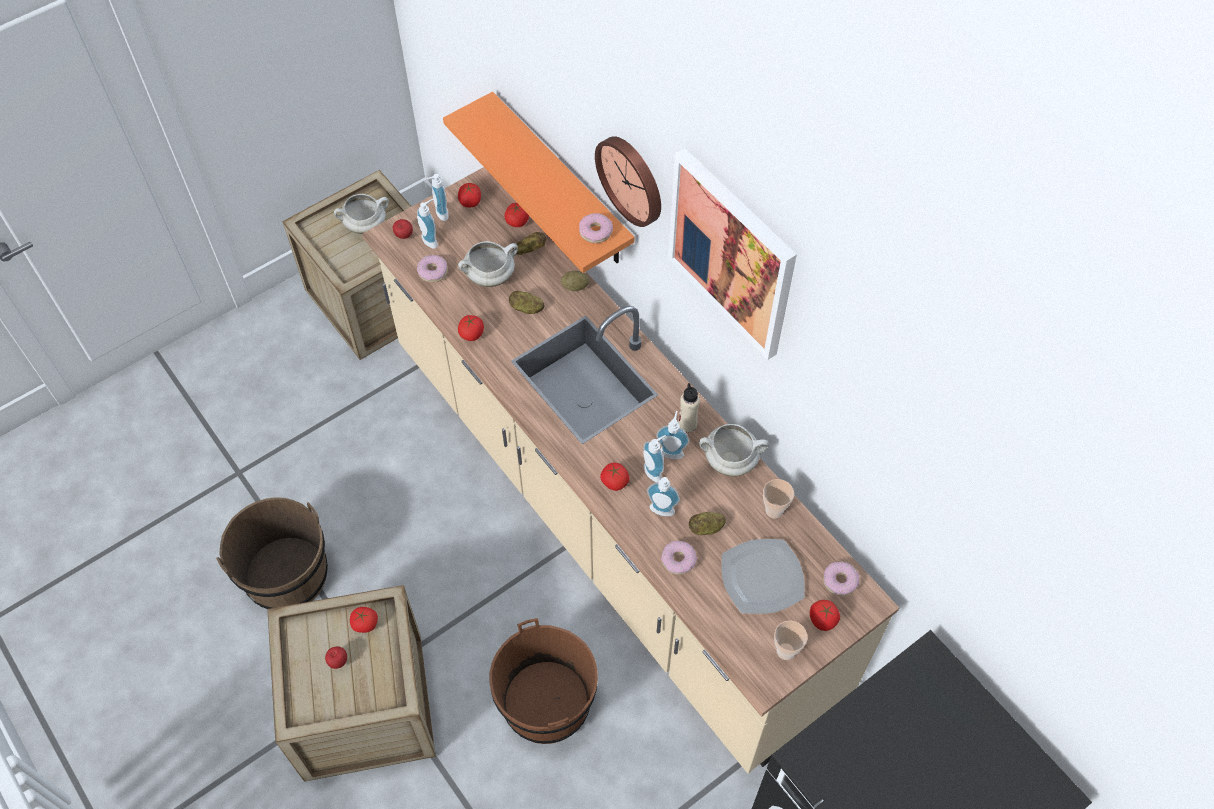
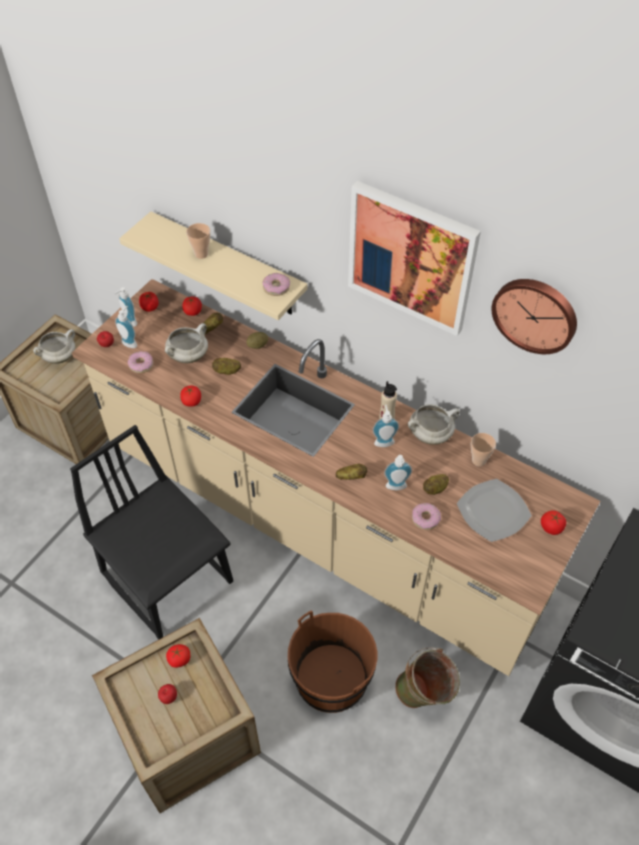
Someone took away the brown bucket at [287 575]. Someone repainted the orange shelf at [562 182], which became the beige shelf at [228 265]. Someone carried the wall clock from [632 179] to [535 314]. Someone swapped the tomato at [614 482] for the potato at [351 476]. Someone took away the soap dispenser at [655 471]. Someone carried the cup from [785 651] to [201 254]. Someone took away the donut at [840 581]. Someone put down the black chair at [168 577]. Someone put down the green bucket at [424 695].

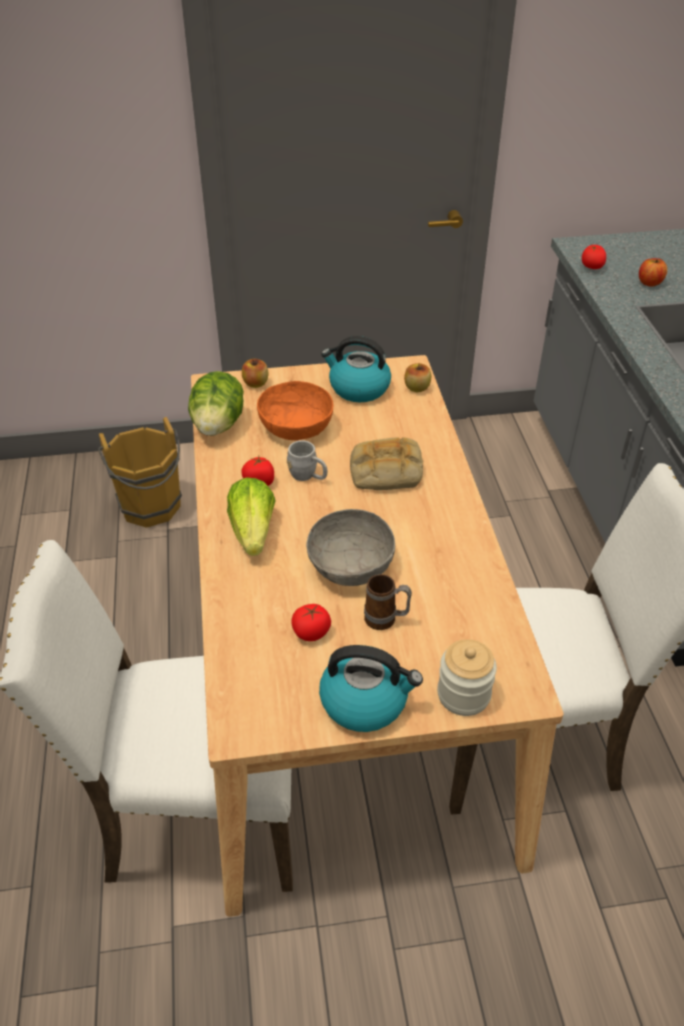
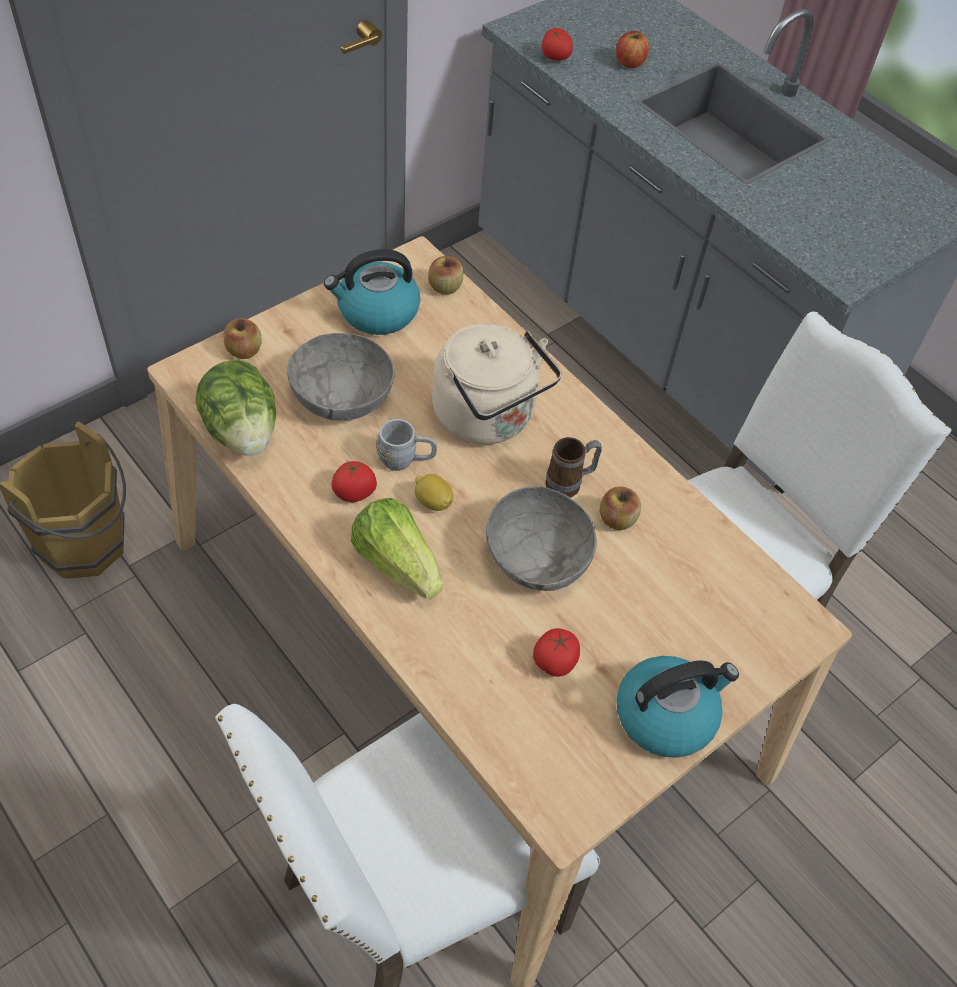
Someone repainted the orange bowl at [295 427], which became the grey bowl at [341 397]. Someone swapped the bread at [385 471] for the beige kettle at [488 418]. Someone carried the mug from [386 620] to [570 484]. Someone took away the jar at [463 694]. Someone put down the lemon at [433 502]. Someone put down the apple at [617 519].

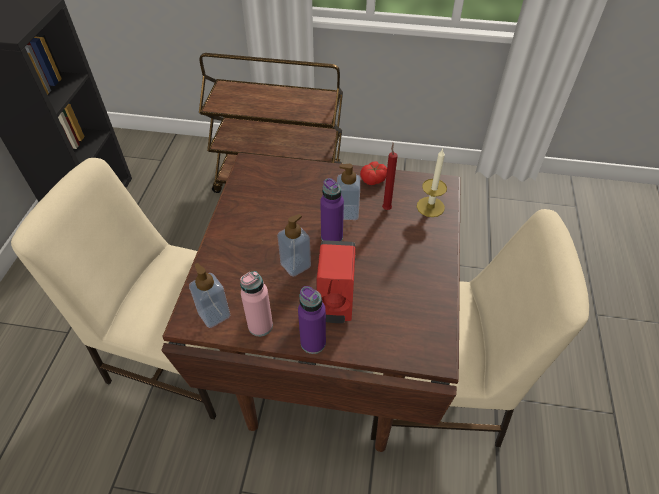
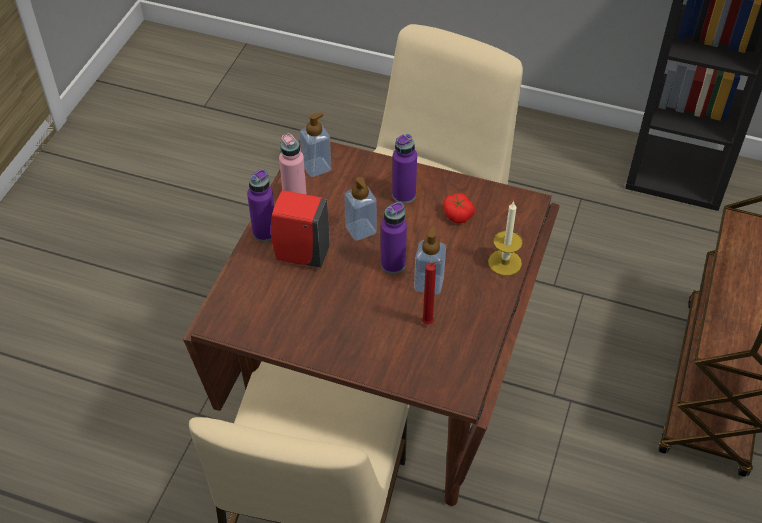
Someone carried the tomato from [373 179] to [457 214]. Someone carried the candle from [430 207] to [504 262]. Someone put down the purple bottle at [404 195].

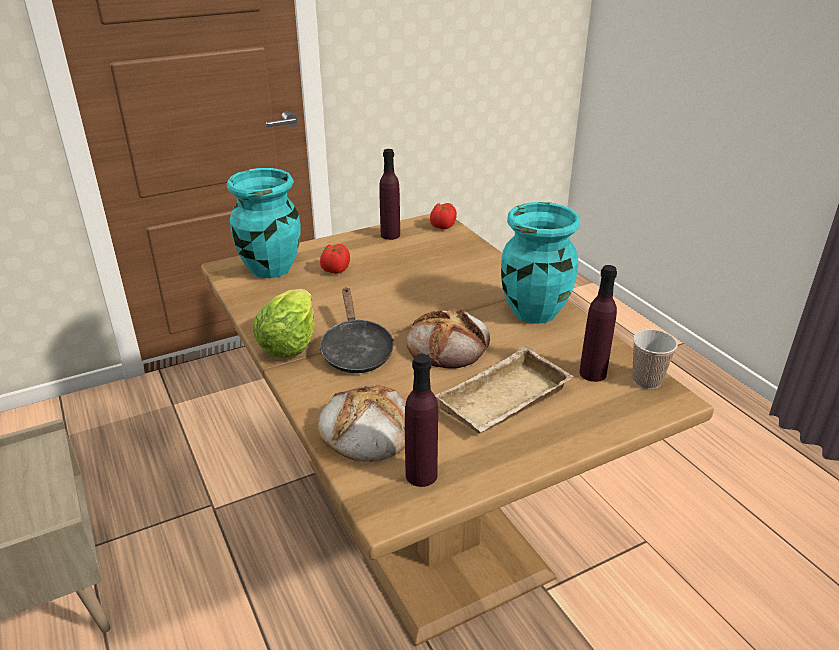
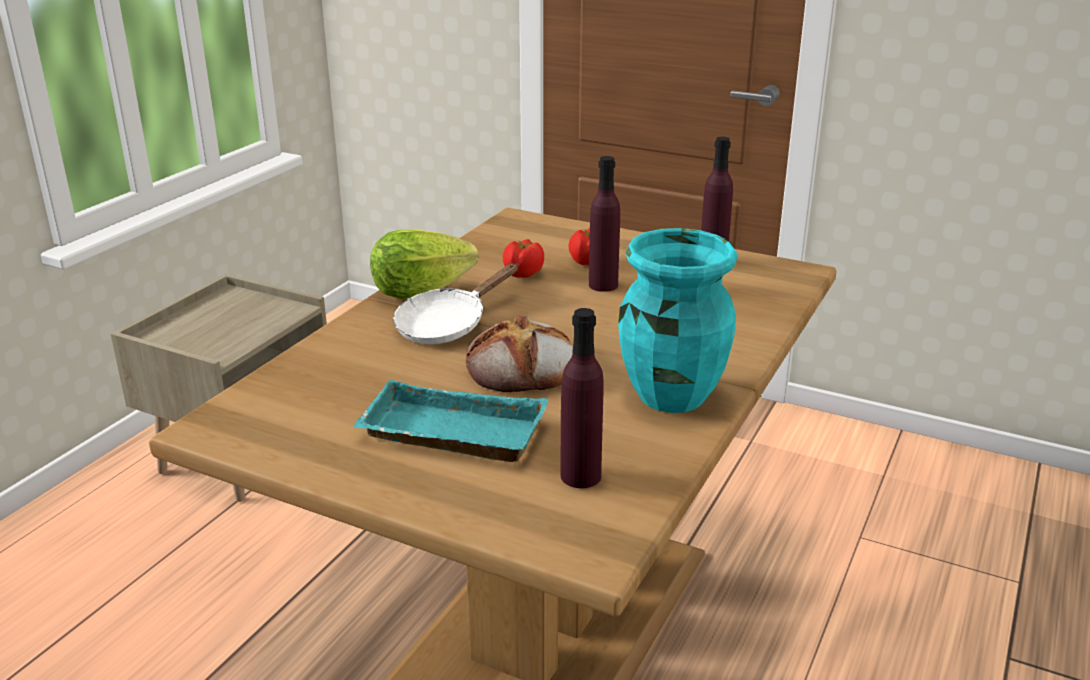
Someone took away the turquoise vase at [270 269]. Someone took away the bread at [367 429]. Someone repainted the black frying pan at [356 351], which became the white frying pan at [447 325]. Someone carried the purple bottle from [421 475] to [603 285]. Someone carried the tomato from [442 226] to [523 274]. Someone repainted the beige tray at [505 402], which became the turquoise tray at [449 435]. Someone took away the cup at [646 381].

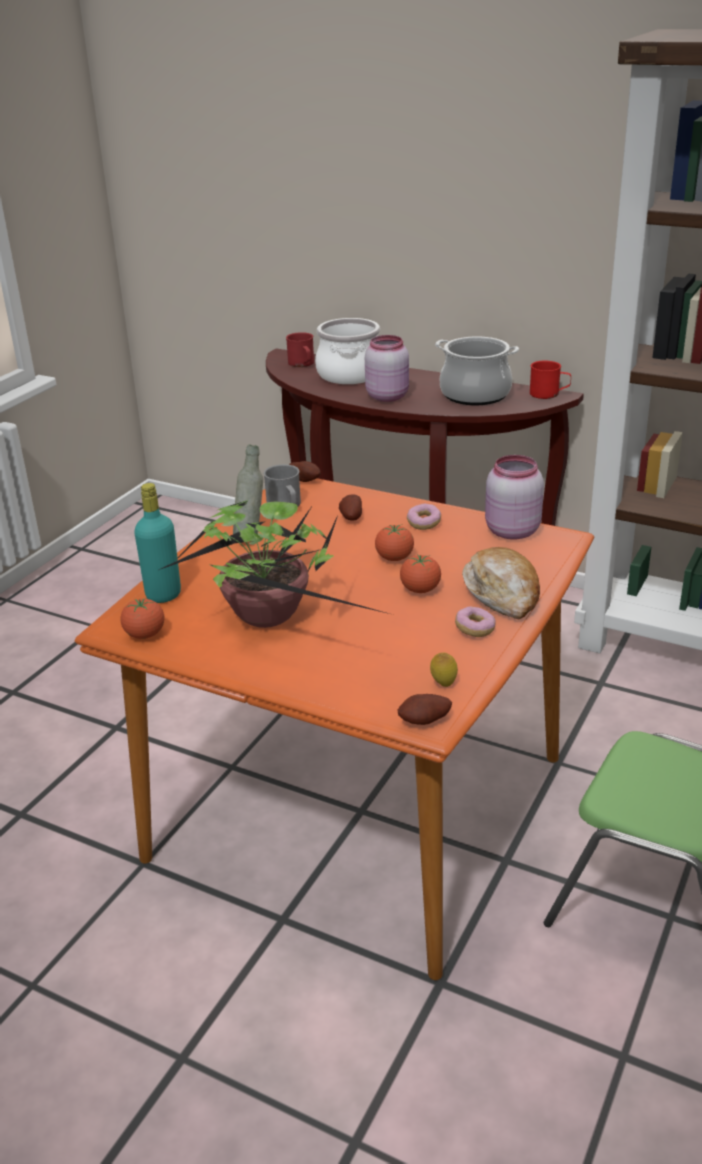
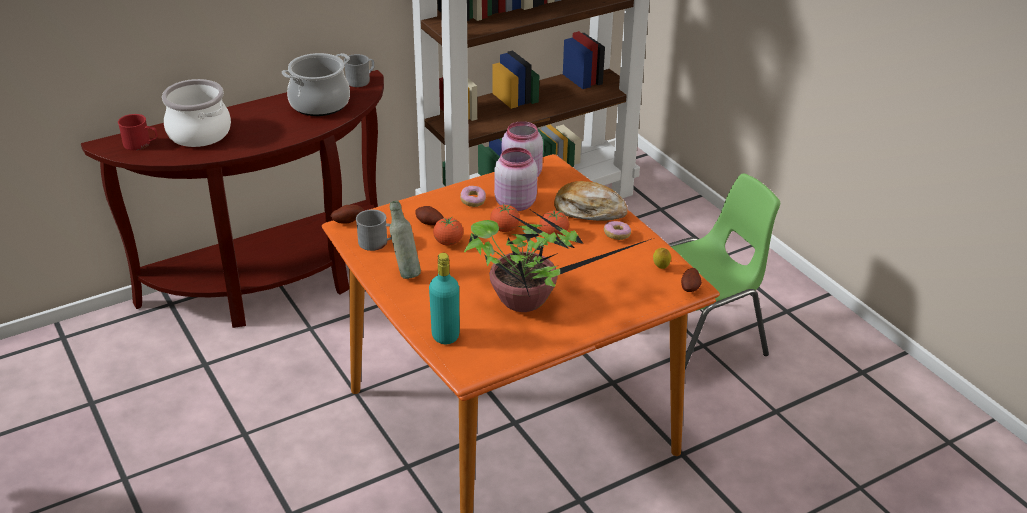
Someone carried the tomato from [145 635] to [448 242]. Someone carried the pink jar from [387 396] to [514 203]. Someone repainted the red mug at [549 394], which became the grey mug at [361 80].

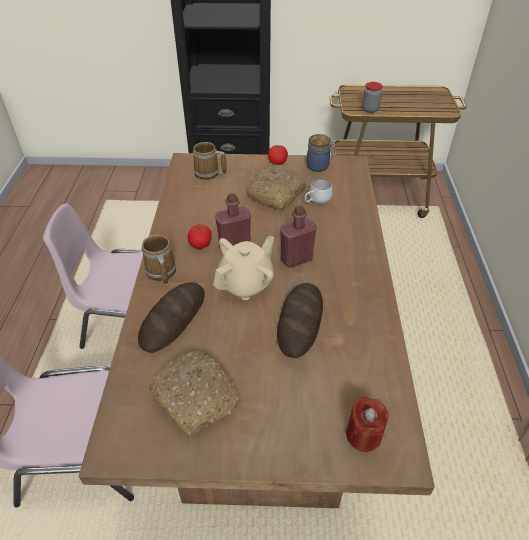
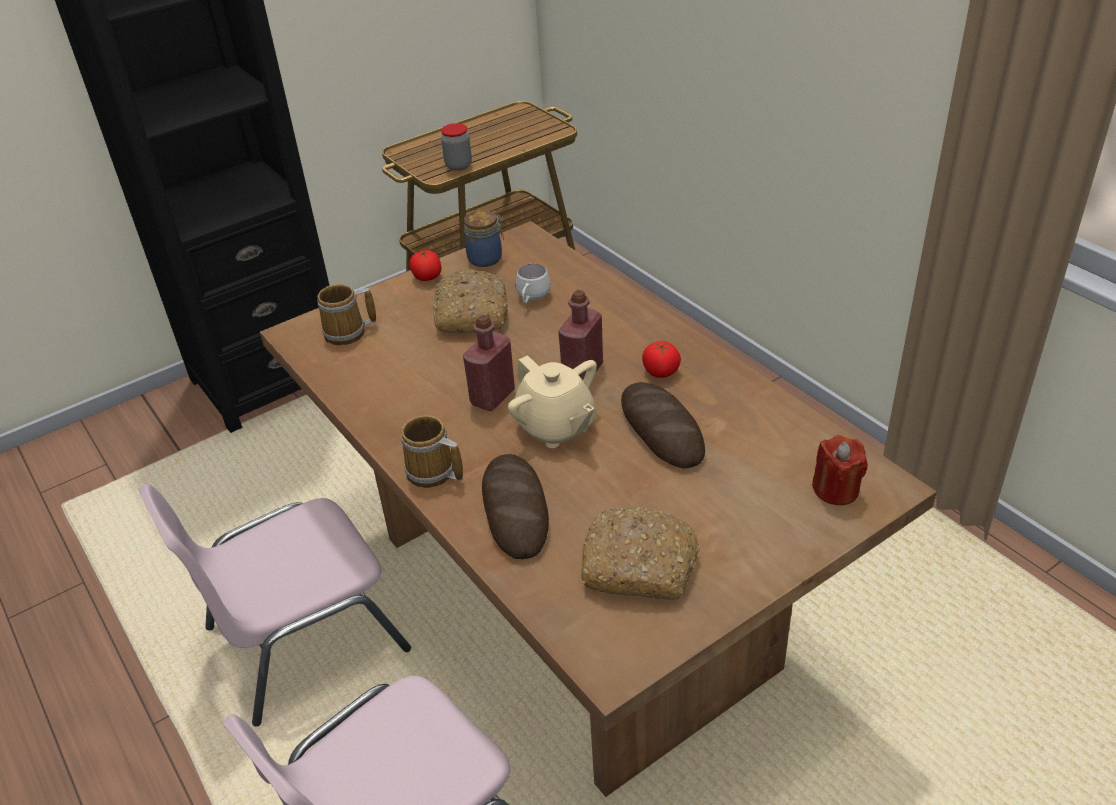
Someone carried the tomato from [200 244] to [661 372]. Someone rotated the beige teapot at [246 284] by 135 degrees clockwise.

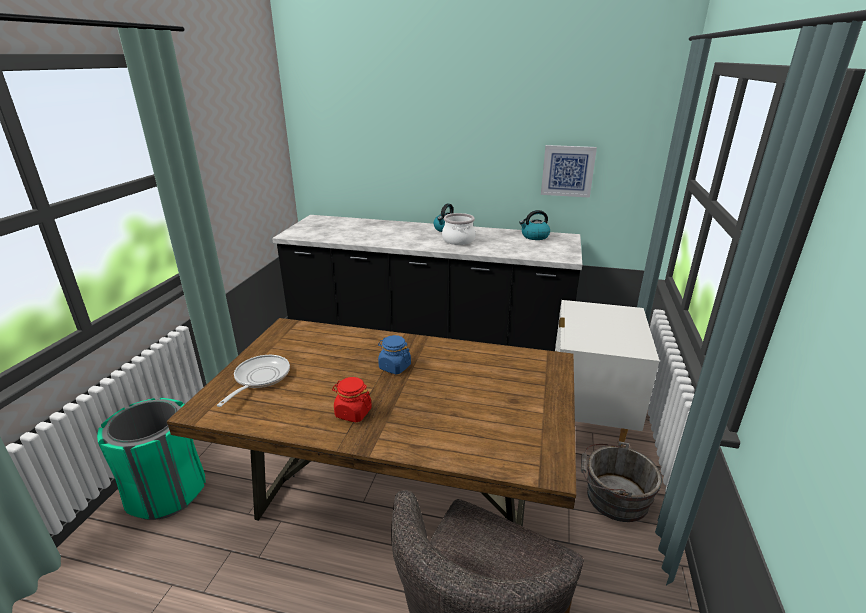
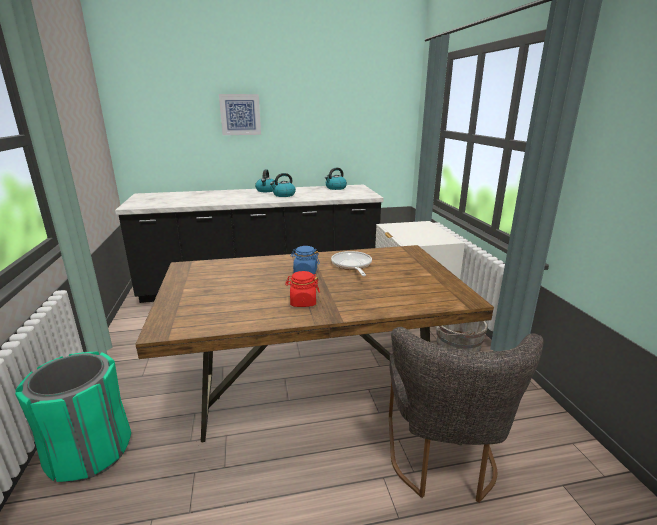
Someone carried the frying pan from [259 378] to [352 265]. Someone swapped the cooking pot at [459 240] for the kettle at [283 195]. Someone carried the picture from [567 171] to [240 114].

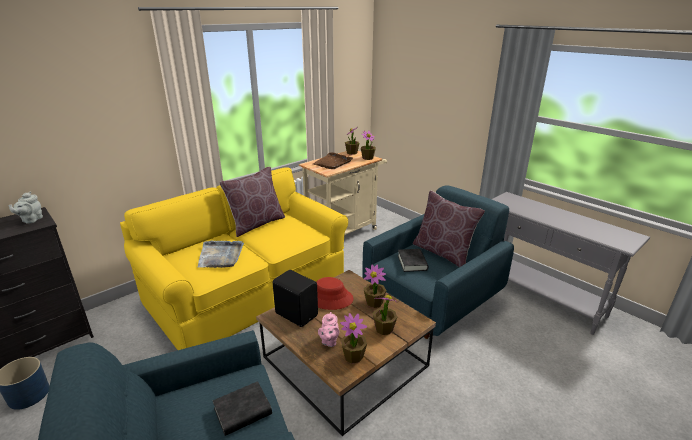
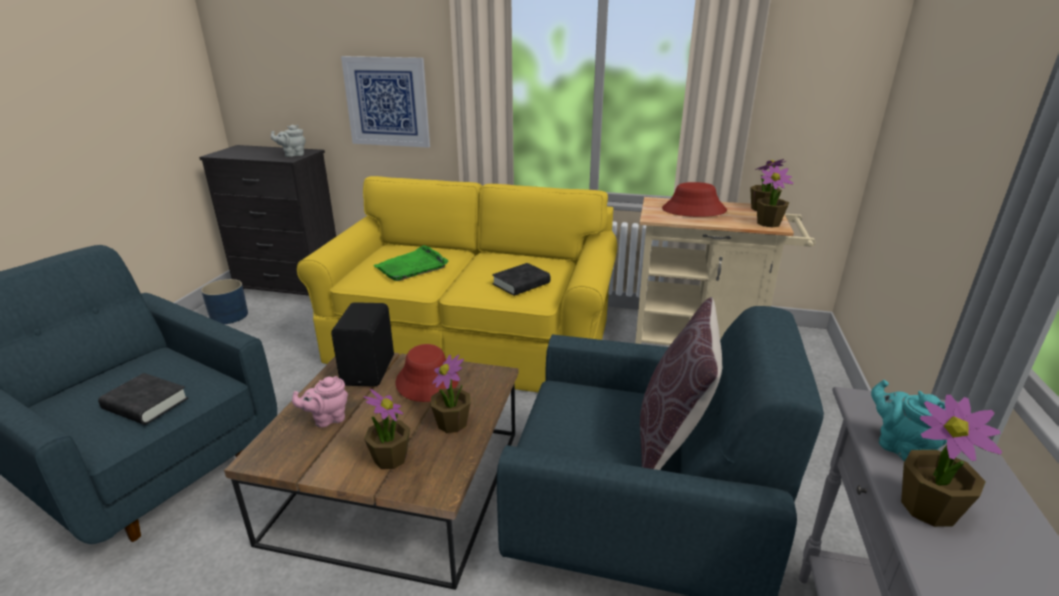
Someone repainted the grey tray at [220 256], which became the green tray at [412 266]. Someone took away the brown pillow at [256 224]. Someone swapped the brown tray at [332 162] for the red hat at [693 210]. Someone carried the potted plant from [353 356] to [929 508]. Someone carried the black book from [412 263] to [521 284]. Someone put up the picture at [387 102]. Someone put down the turquoise teapot at [900 447].

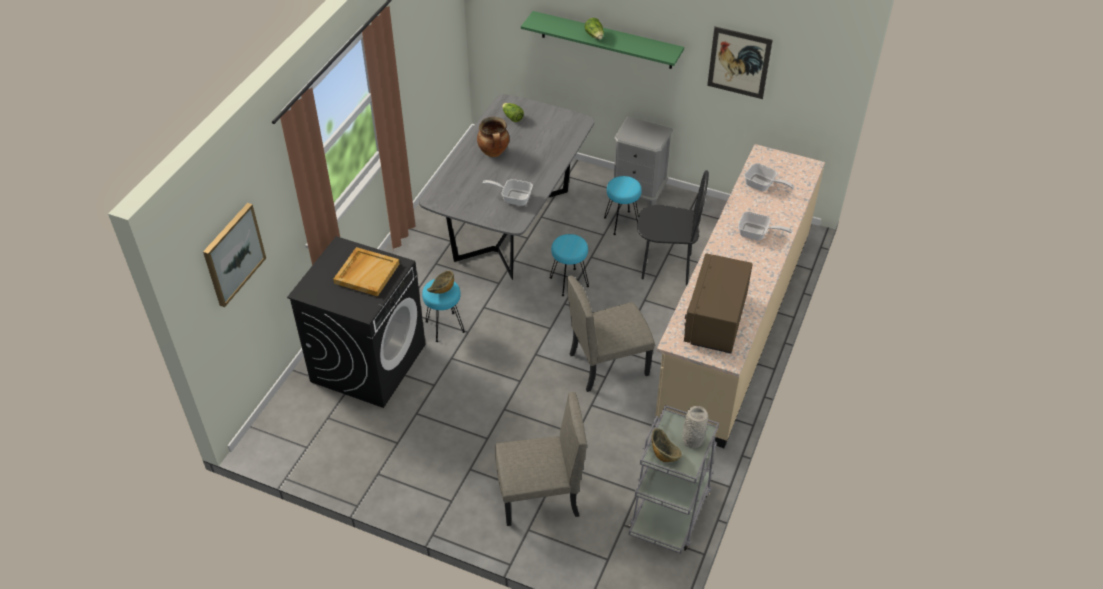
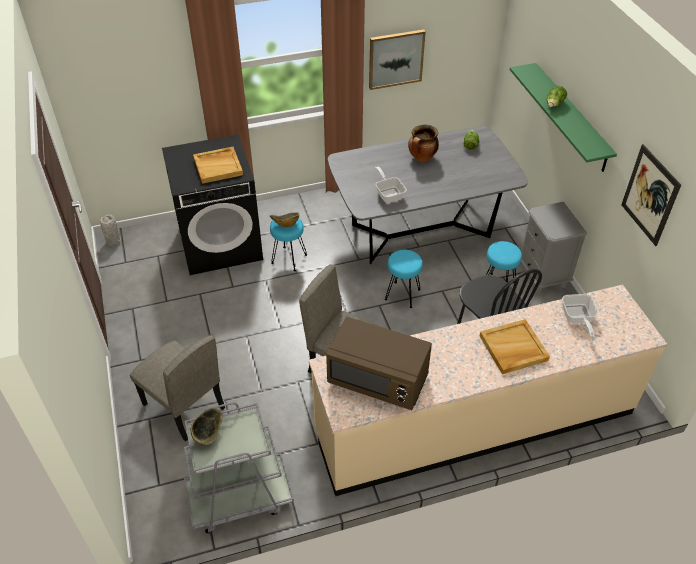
Someone carried the picture from [233 254] to [395 59]. Someone carried the grey vase from [692 440] to [114 241]. Someone rotated the brown microwave at [716 320] by 135 degrees counterclockwise. Someone swapped the frying pan at [757 234] for the beige tray at [513 348].

